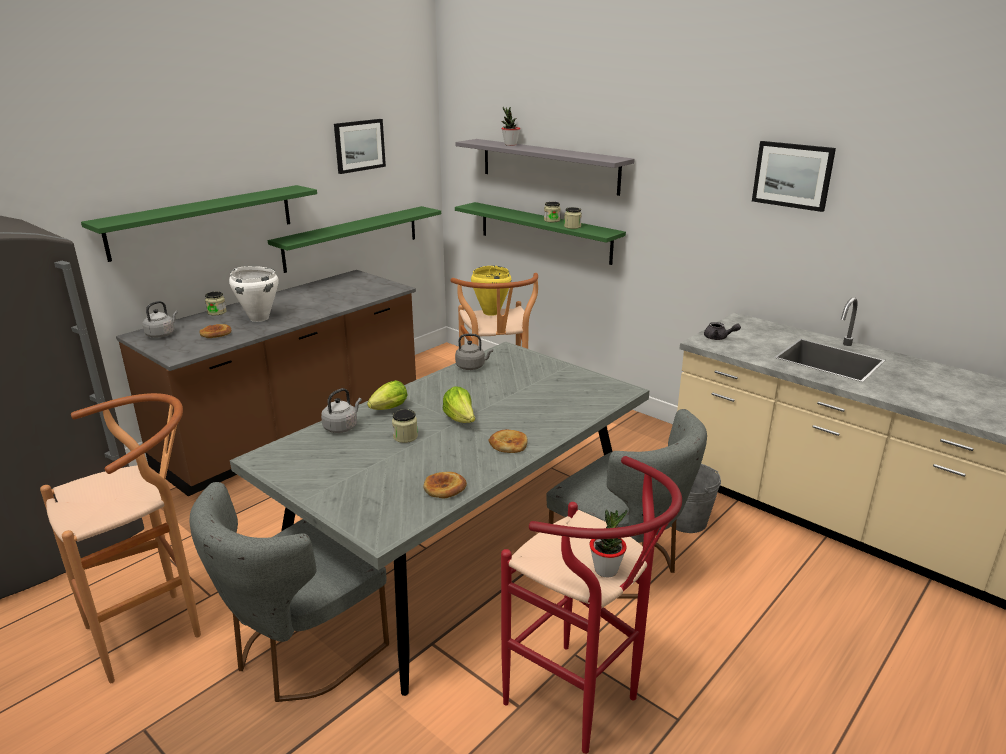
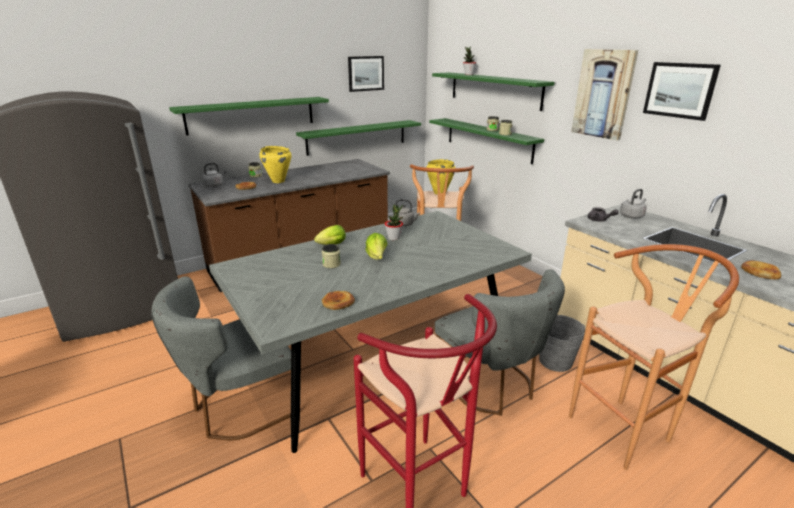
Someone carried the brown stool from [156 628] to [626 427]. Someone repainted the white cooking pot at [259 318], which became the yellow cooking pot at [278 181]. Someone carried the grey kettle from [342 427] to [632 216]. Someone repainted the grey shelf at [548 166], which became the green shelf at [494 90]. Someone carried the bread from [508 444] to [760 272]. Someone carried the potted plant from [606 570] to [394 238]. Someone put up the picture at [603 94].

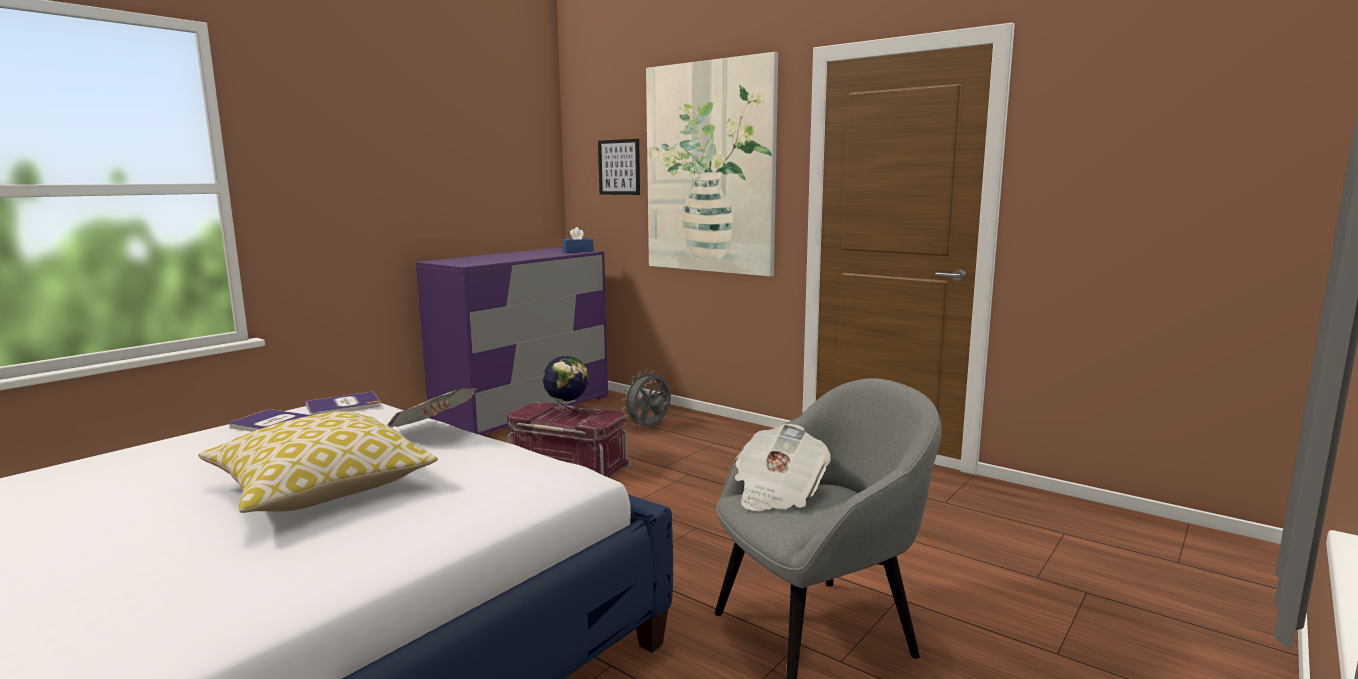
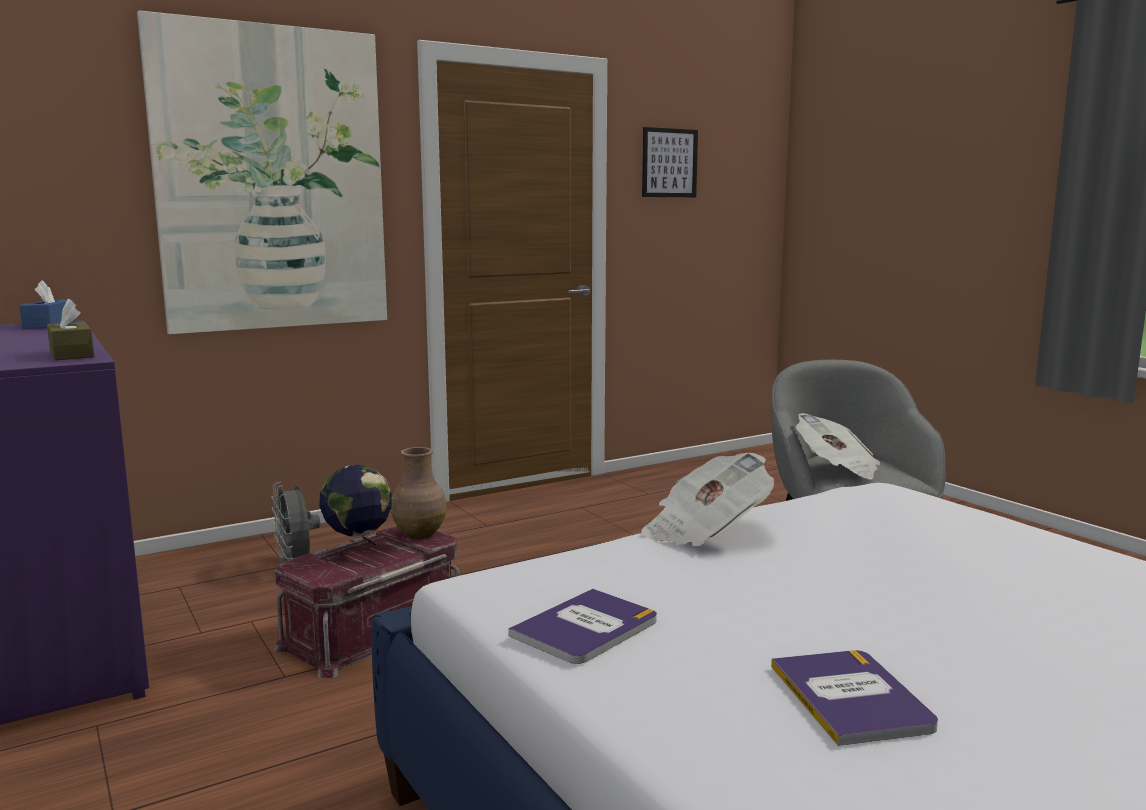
Someone took away the pillow at [320 488]. Someone carried the book from [343 405] to [851 697]. Someone carried the picture from [619 167] to [669 163]. Someone put down the brown tissue box at [72 354]. Someone put down the brown vase at [419 534].

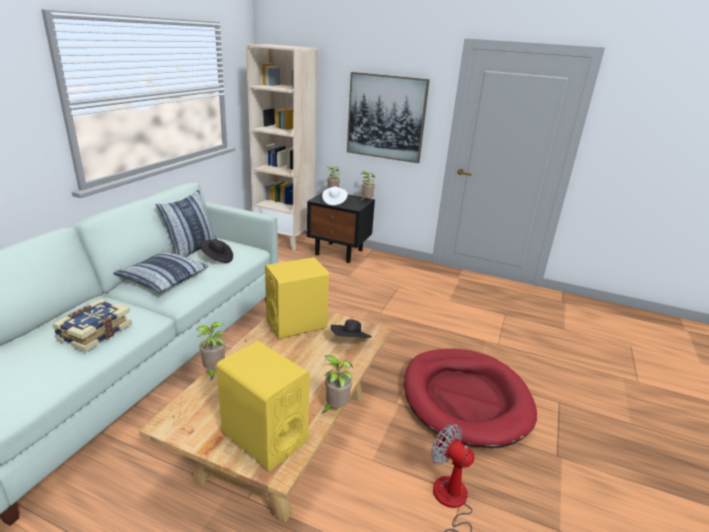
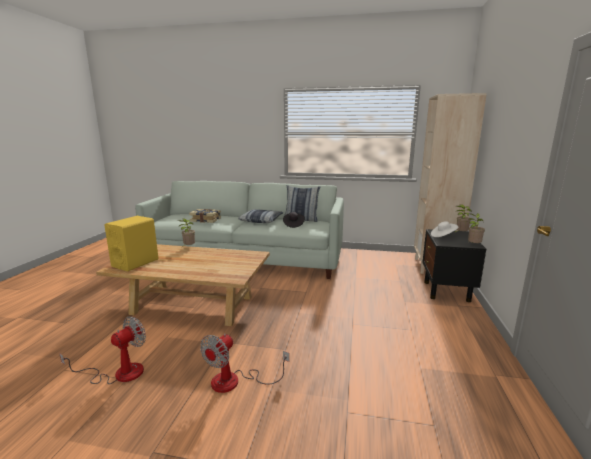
Someone took away the yellow speaker at [296 324]. Someone took away the potted plant at [335 408]. Someone took away the black hat at [350 341]. Someone took away the picture at [386 117]. Someone swapped the red dog bed at [465 399] for the fan at [235 381].

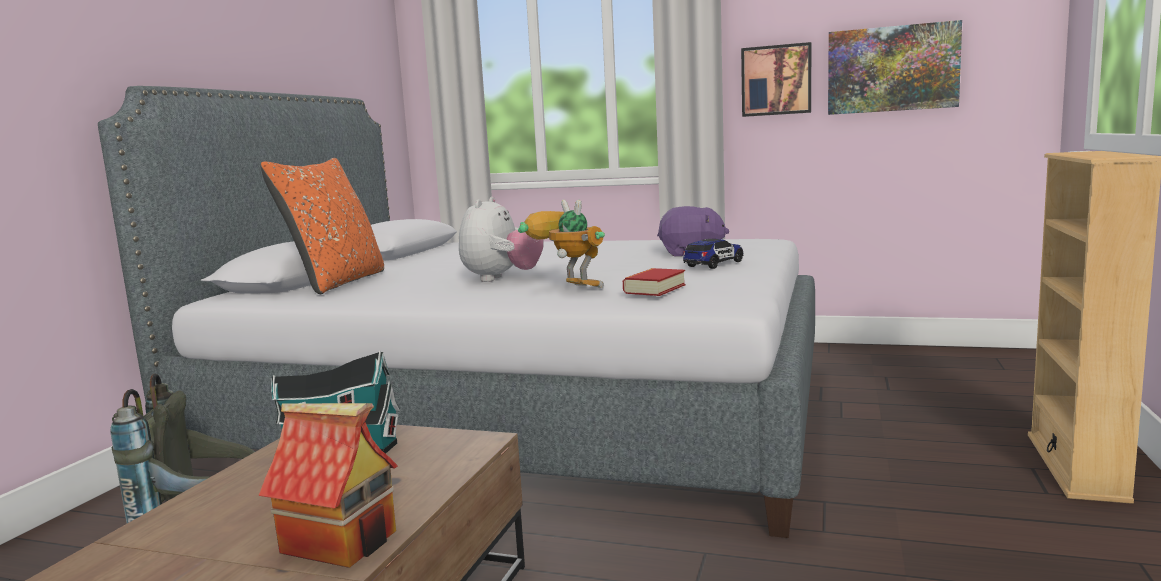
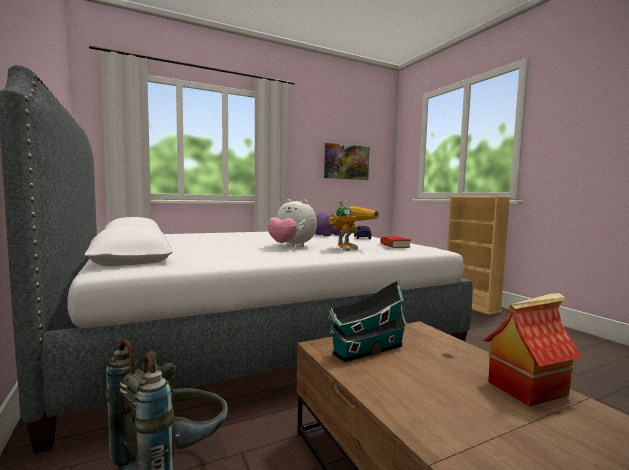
Someone took away the orange pillow at [337 283]. Someone rotated the plush toy at [501 279] by 150 degrees clockwise. Someone rotated the toy robot at [568 288] by 135 degrees clockwise. Someone took away the picture at [776 80].

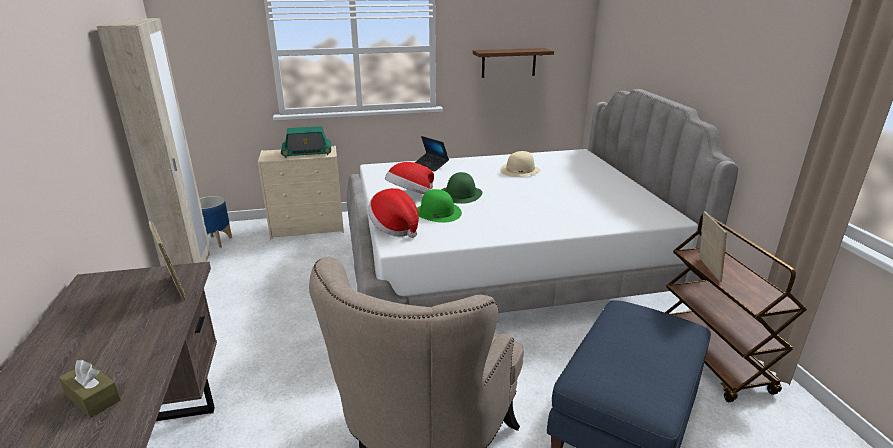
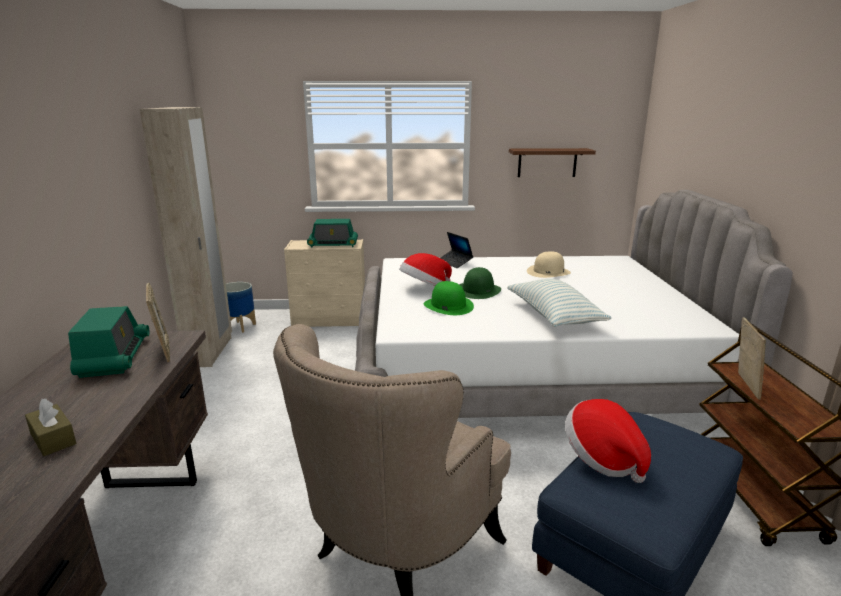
Someone carried the hat from [395 228] to [602 458]. Someone put down the radio at [114 357]. Someone put down the pillow at [554 316].

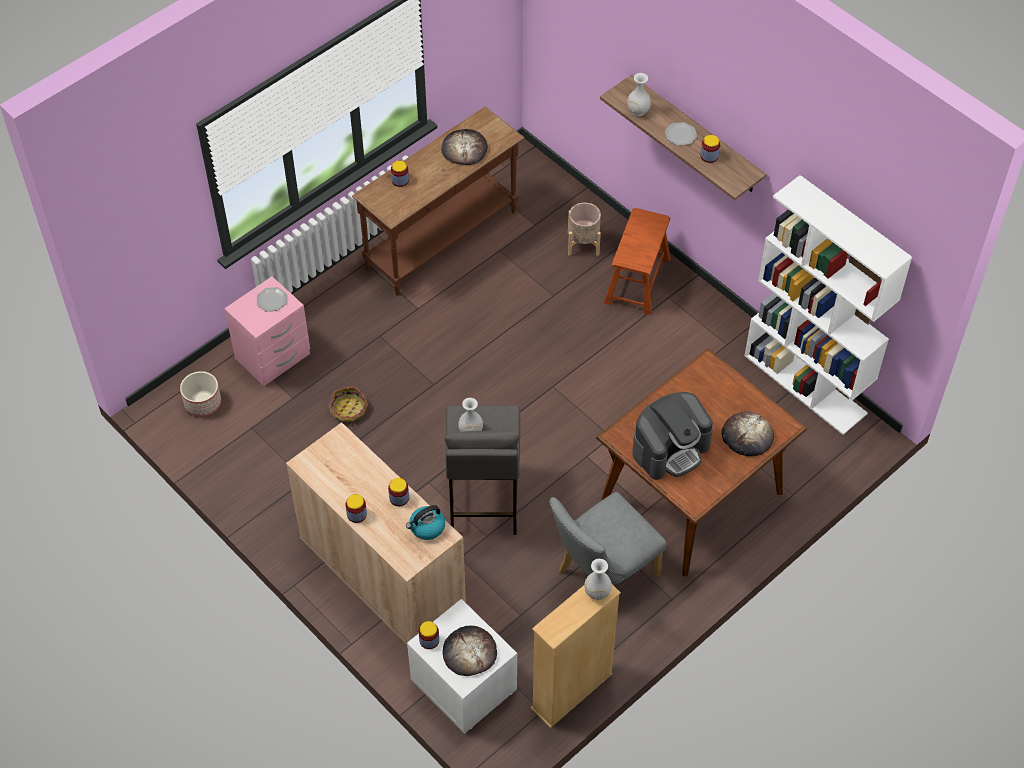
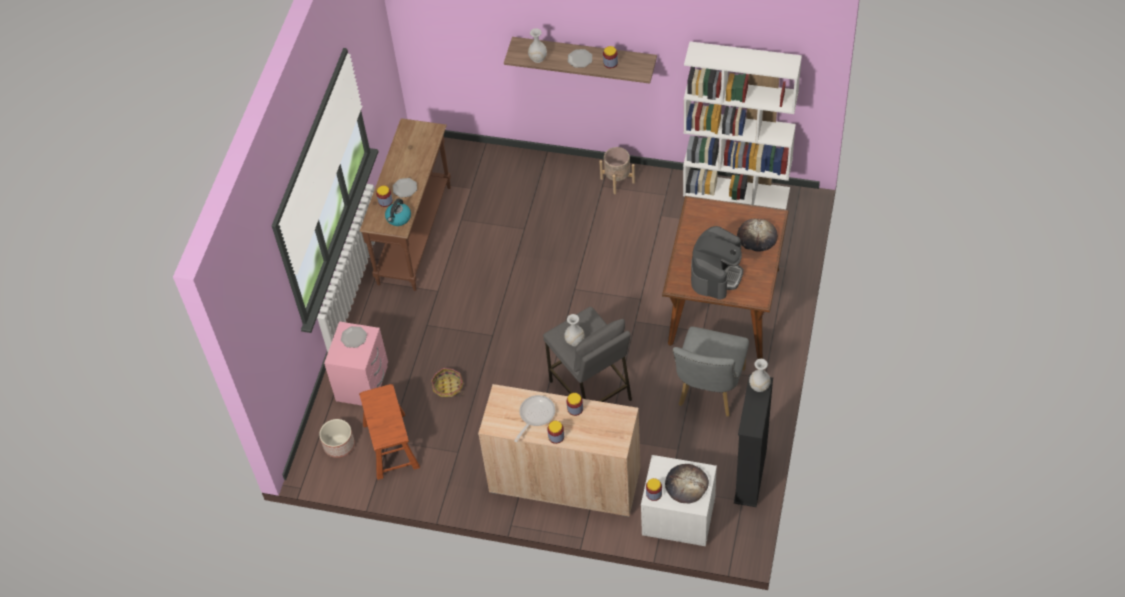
Someone carried the kettle from [427 527] to [398 218]. Someone took away the bread at [464 149]. Someone repainted the beige bookcase at [571 691], which became the black bookcase at [750 476]. Someone carried the beige planter from [583 243] to [617 180]. Someone carried the brown stool from [637 281] to [391 446]. Someone put down the plate at [405 188]. Someone put down the frying pan at [535 415].

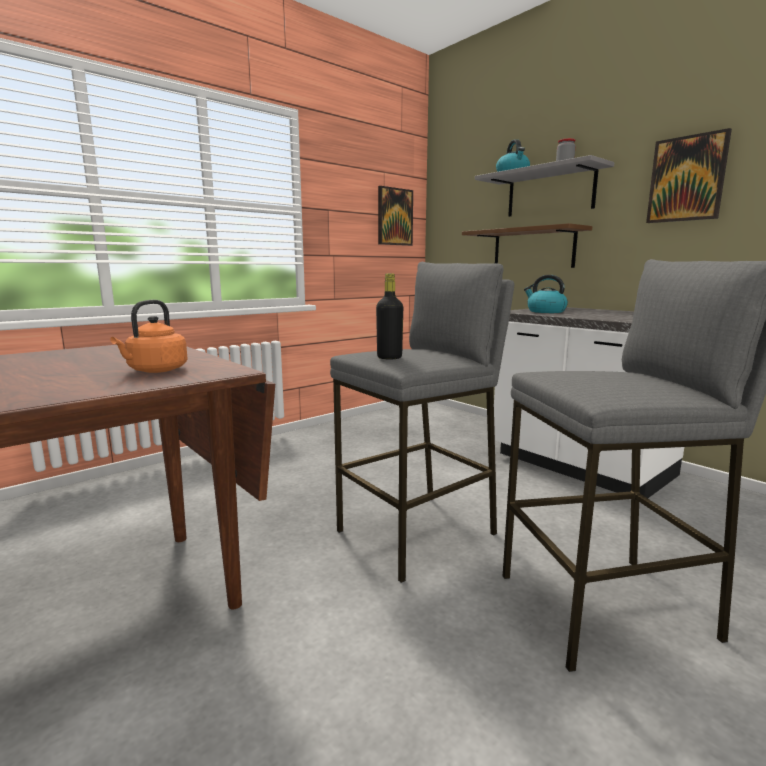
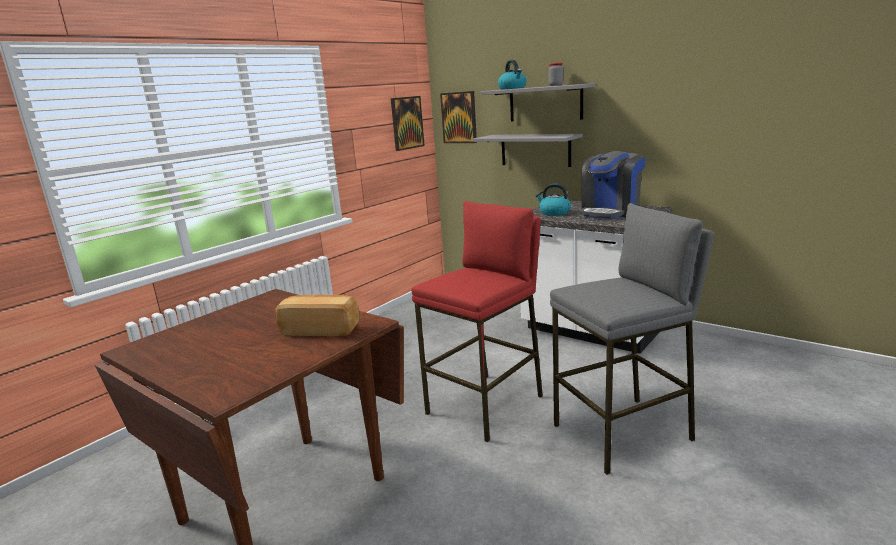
Someone swapped the orange kettle at [155 370] for the bread at [321 329]. Someone repainted the grey stool at [418 533], which became the red stool at [486 405]. Someone took away the black bottle at [389 358]. Someone repainted the brown shelf at [533 249], which became the grey shelf at [535 150]. Someone carried the picture from [687 179] to [459 117]. Someone put down the coffee machine at [611 212].

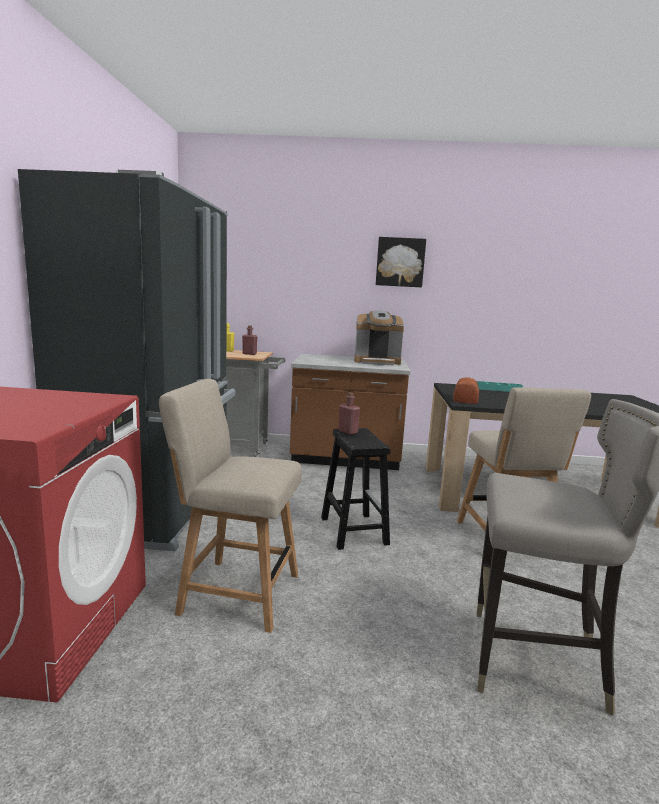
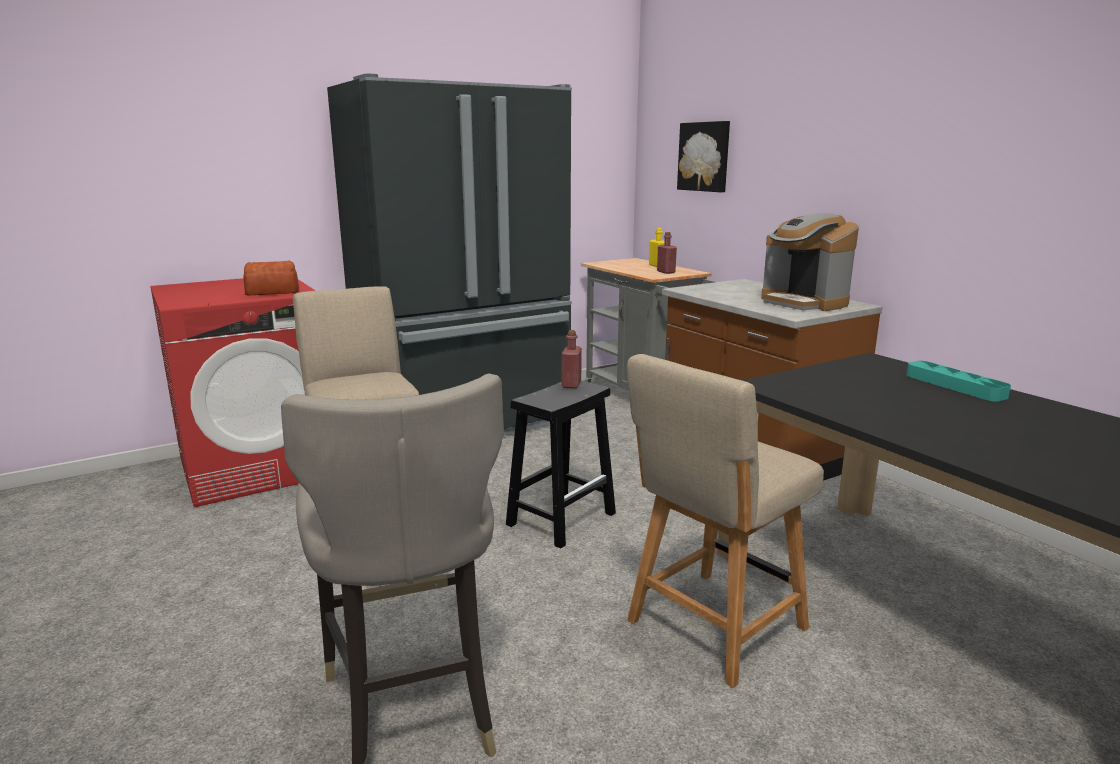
Someone carried the picture from [400 262] to [704 156]. Someone carried the bread from [464 400] to [271 292].

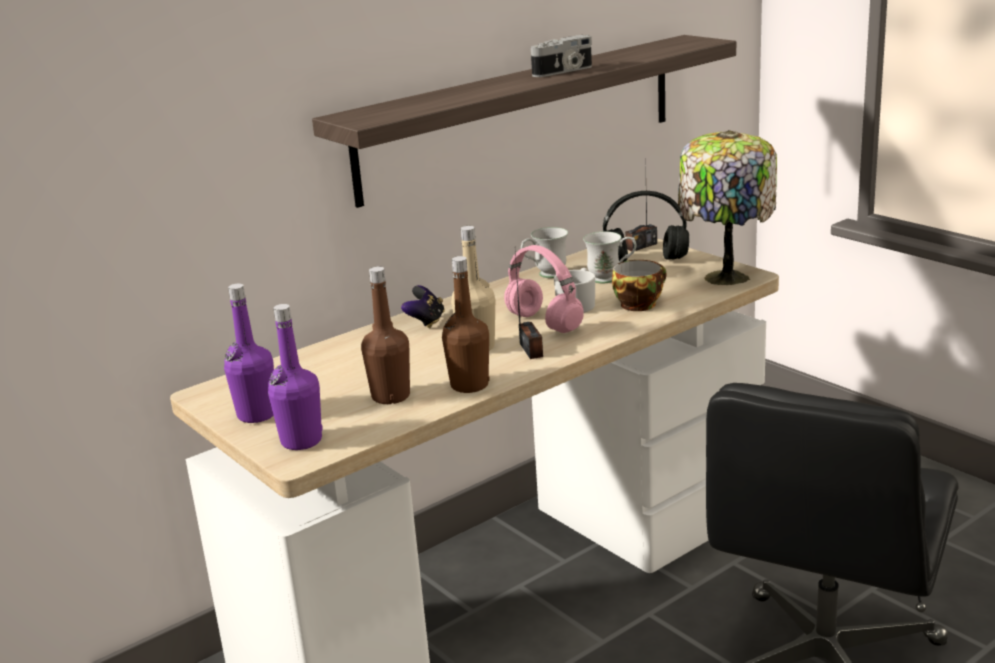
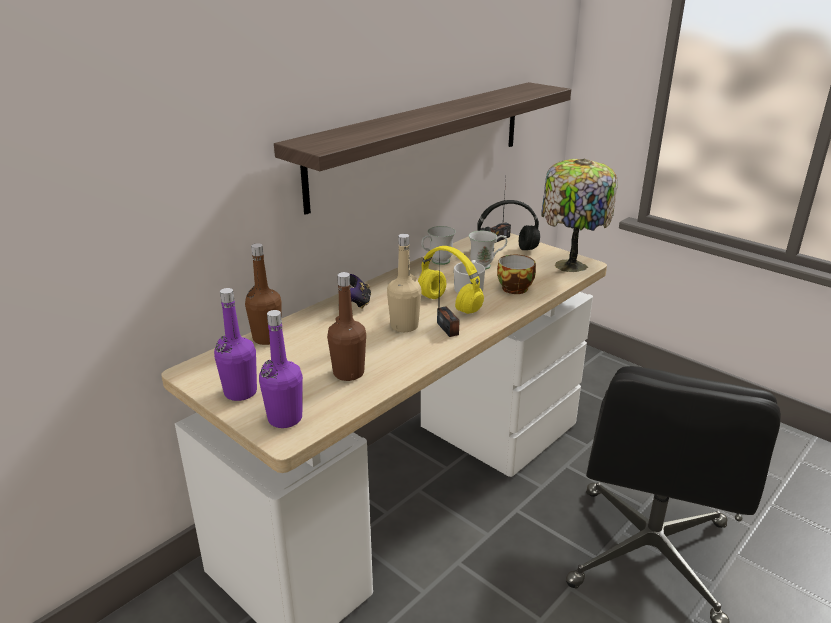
Someone carried the brown bottle from [469 385] to [267 338]. Someone repainted the pink headphones at [545 323], which became the yellow headphones at [451 304]. Someone took away the photo camera at [564 71].

